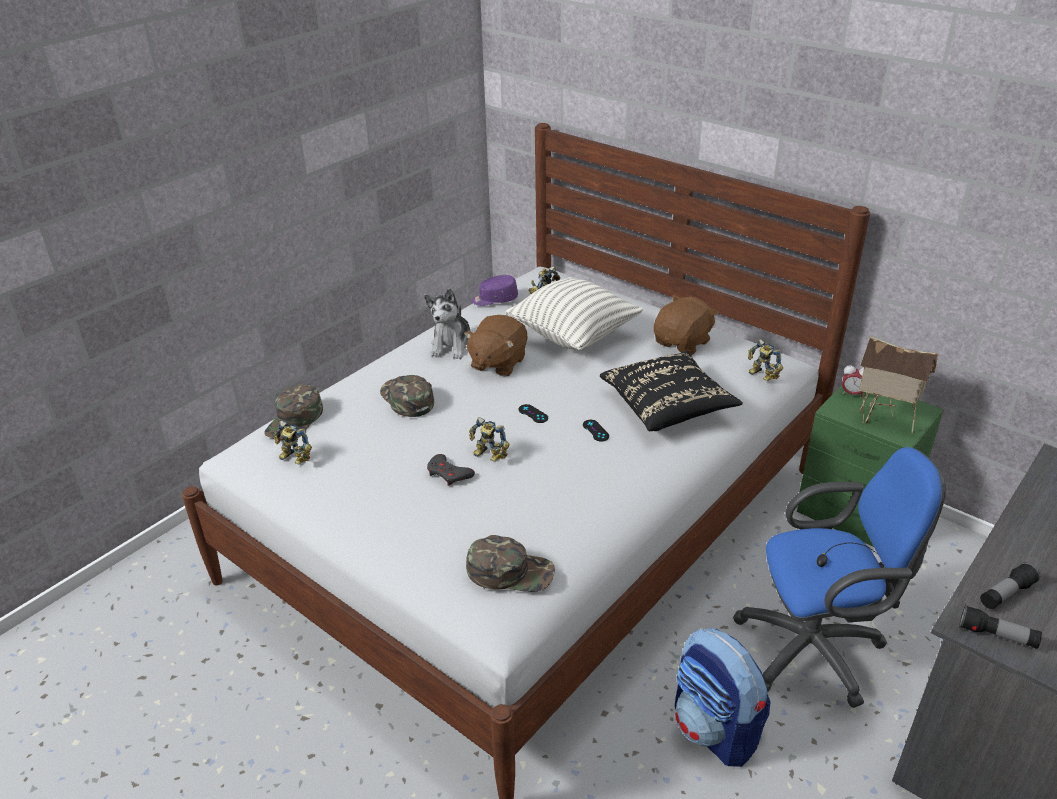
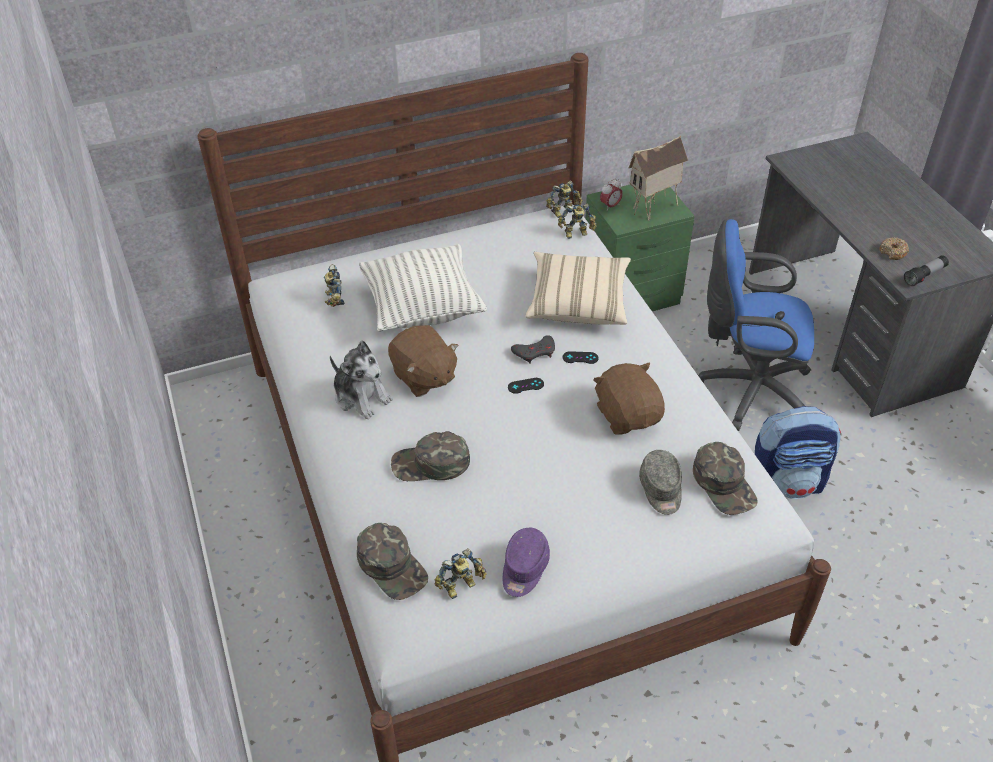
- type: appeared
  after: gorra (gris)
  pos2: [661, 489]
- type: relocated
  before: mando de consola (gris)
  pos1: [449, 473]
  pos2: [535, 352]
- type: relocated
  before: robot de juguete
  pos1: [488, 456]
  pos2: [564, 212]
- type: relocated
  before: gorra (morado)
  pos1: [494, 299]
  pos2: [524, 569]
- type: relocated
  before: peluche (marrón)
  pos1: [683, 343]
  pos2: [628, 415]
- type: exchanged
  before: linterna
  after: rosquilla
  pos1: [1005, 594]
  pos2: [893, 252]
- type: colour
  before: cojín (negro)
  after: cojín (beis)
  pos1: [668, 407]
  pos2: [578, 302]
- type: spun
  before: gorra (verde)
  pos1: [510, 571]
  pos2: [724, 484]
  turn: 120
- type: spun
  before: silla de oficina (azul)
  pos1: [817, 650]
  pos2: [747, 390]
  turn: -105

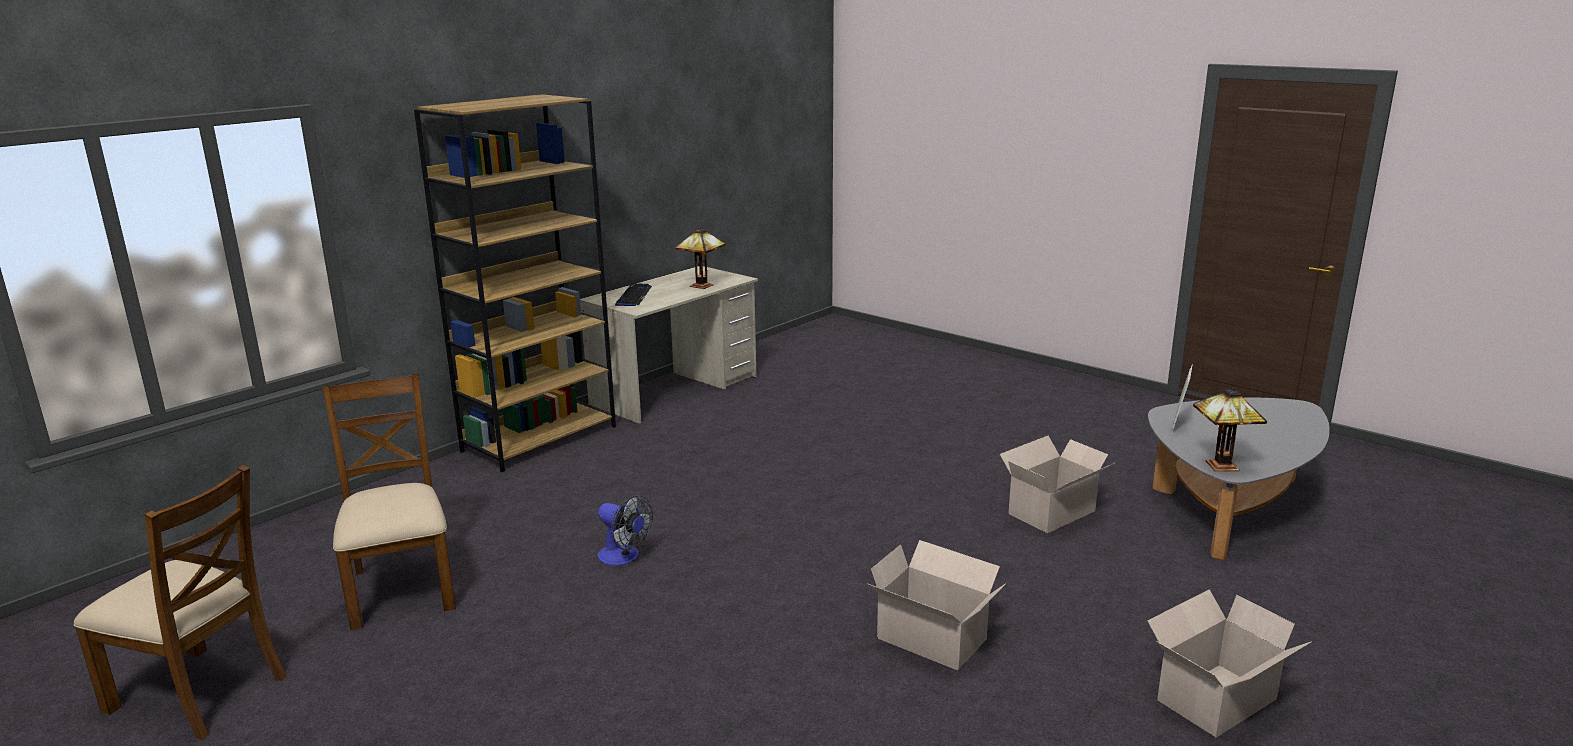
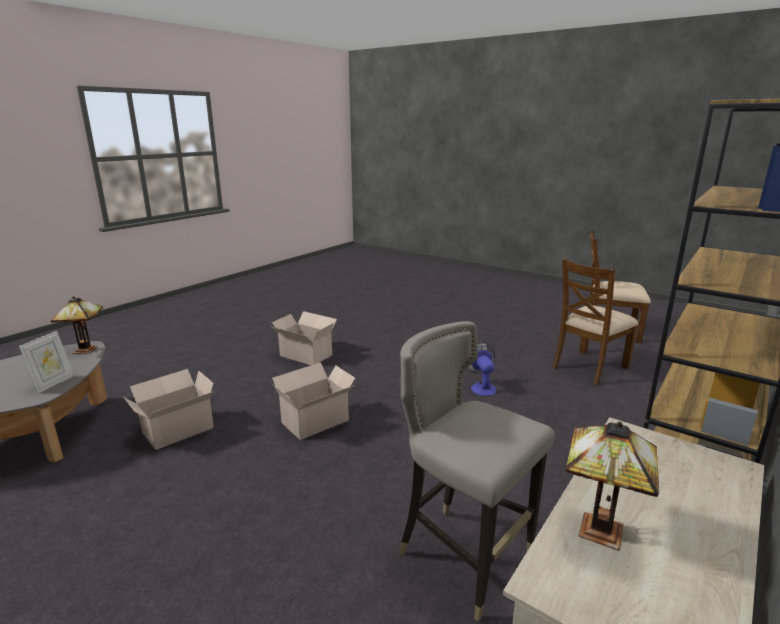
- type: missing
  before: teclado
  pos1: [634, 296]
- type: appeared
  after: taburete (gris)
  pos2: [463, 556]
- type: relocated
  before: caja de cartón
  pos1: [1213, 700]
  pos2: [317, 421]
- type: spun
  before: silla (marrón)
  pos1: [402, 589]
  pos2: [589, 367]
  turn: 75
- type: spun
  before: ventilador
  pos1: [624, 557]
  pos2: [481, 387]
  turn: 45

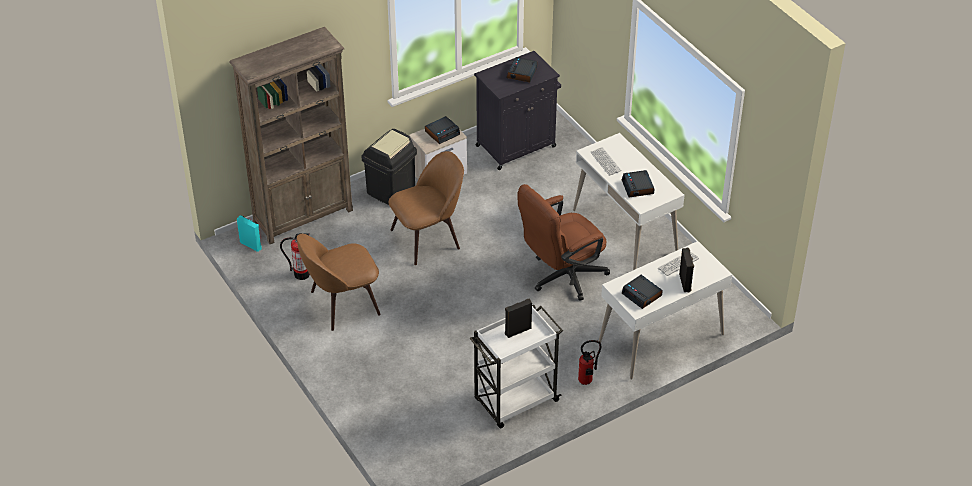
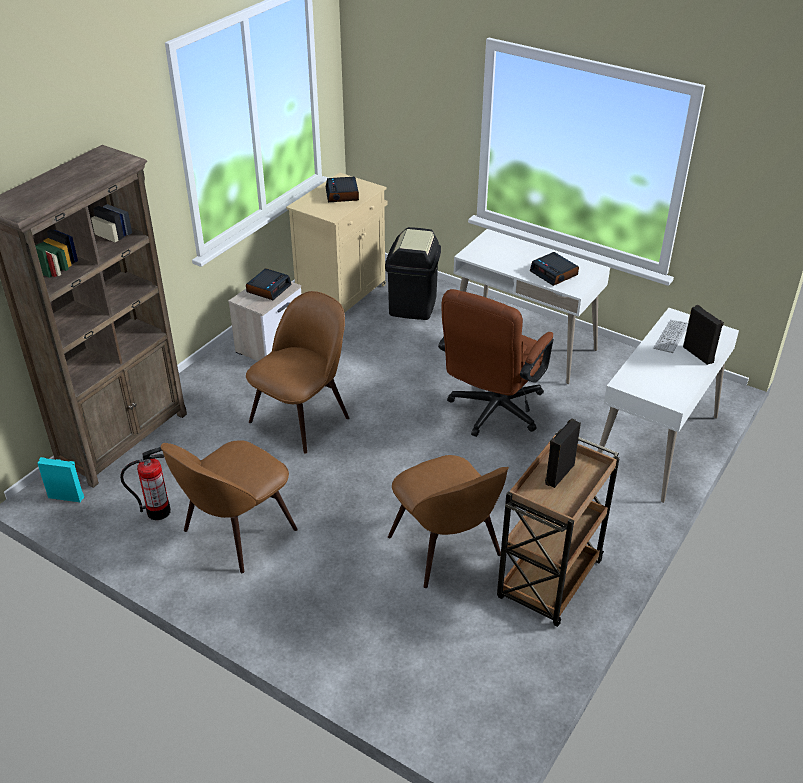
- type: missing
  before: extintor
  pos1: [587, 382]
- type: missing
  before: teclado
  pos1: [605, 162]
- type: missing
  before: despertador
  pos1: [642, 295]
- type: appeared
  after: silla (marrón)
  pos2: [446, 549]
- type: relocated
  before: papelera (negro)
  pos1: [391, 190]
  pos2: [413, 306]
- type: colour
  before: carrito (blanco)
  after: carrito (marrón)
  pos1: [515, 401]
  pos2: [549, 582]
- type: colour
  before: armario (negro)
  after: armario (beis)
  pos1: [517, 146]
  pos2: [342, 295]

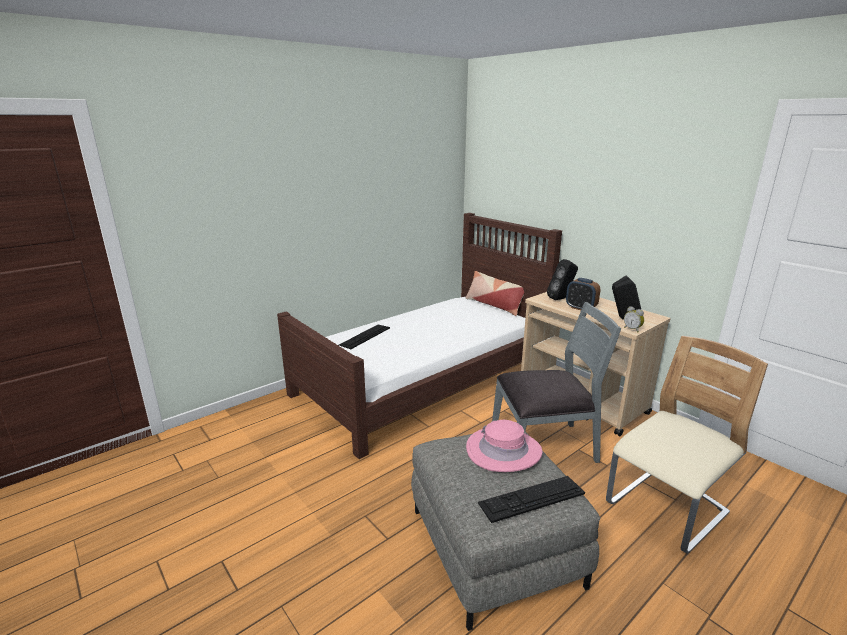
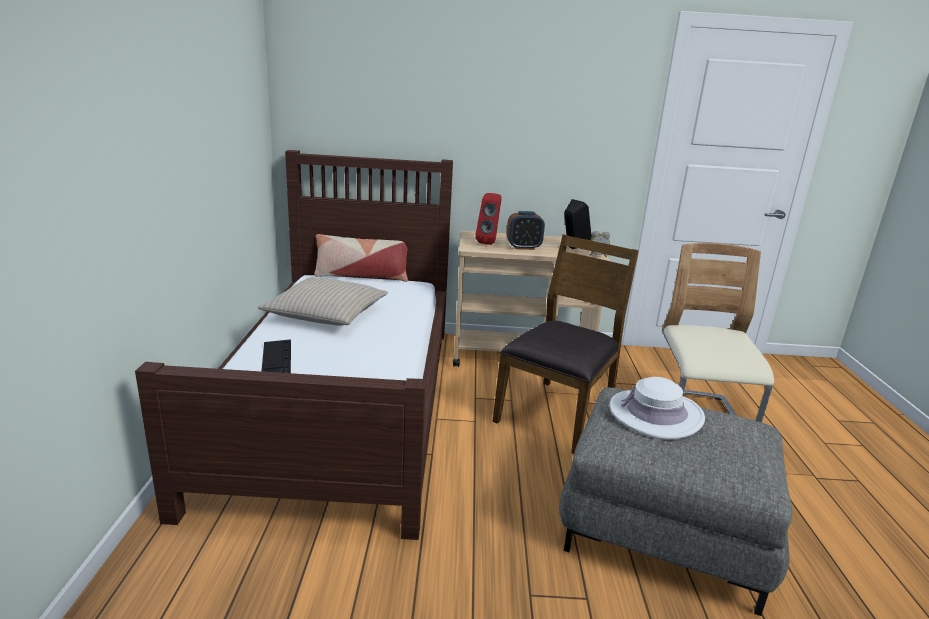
- type: missing
  before: teclado
  pos1: [531, 498]
- type: appeared
  after: cojín (beis)
  pos2: [326, 314]
- type: colour
  before: sombrero (rosa)
  after: sombrero (blanco)
  pos1: [503, 450]
  pos2: [655, 414]
- type: colour
  before: silla (gris)
  after: silla (marrón)
  pos1: [544, 446]
  pos2: [557, 413]
- type: colour
  before: altavoz (negro)
  after: altavoz (rojo)
  pos1: [561, 299]
  pos2: [489, 242]

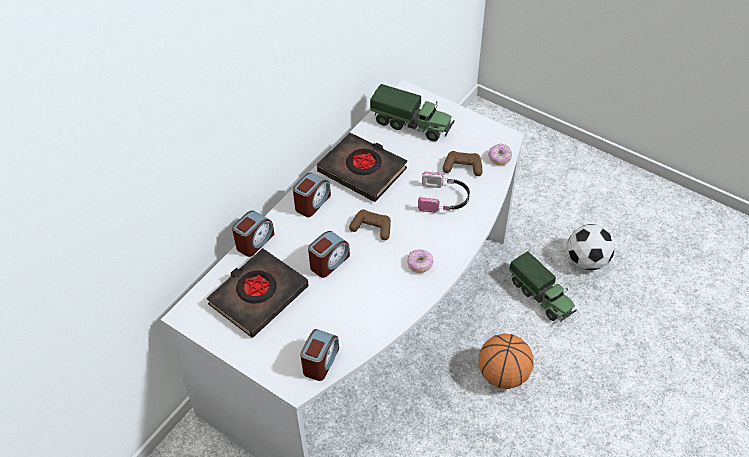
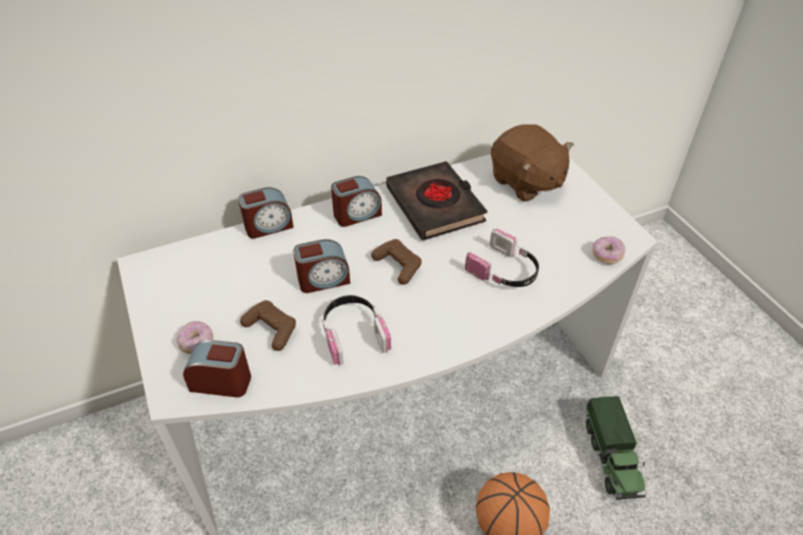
- type: missing
  before: libro (negro)
  pos1: [258, 296]
- type: missing
  before: balón de fútbol
  pos1: [586, 261]
- type: appeared
  after: auriculares
  pos2: [353, 333]
- type: relocated
  before: rosquilla
  pos1: [420, 264]
  pos2: [197, 343]
- type: relocated
  before: mando de consola (marrón)
  pos1: [462, 167]
  pos2: [271, 329]
- type: exchanged
  before: camión de juguete
  after: peluche (marrón)
  pos1: [412, 125]
  pos2: [526, 182]
- type: spun
  before: despertador
  pos1: [320, 361]
  pos2: [221, 381]
  turn: -135

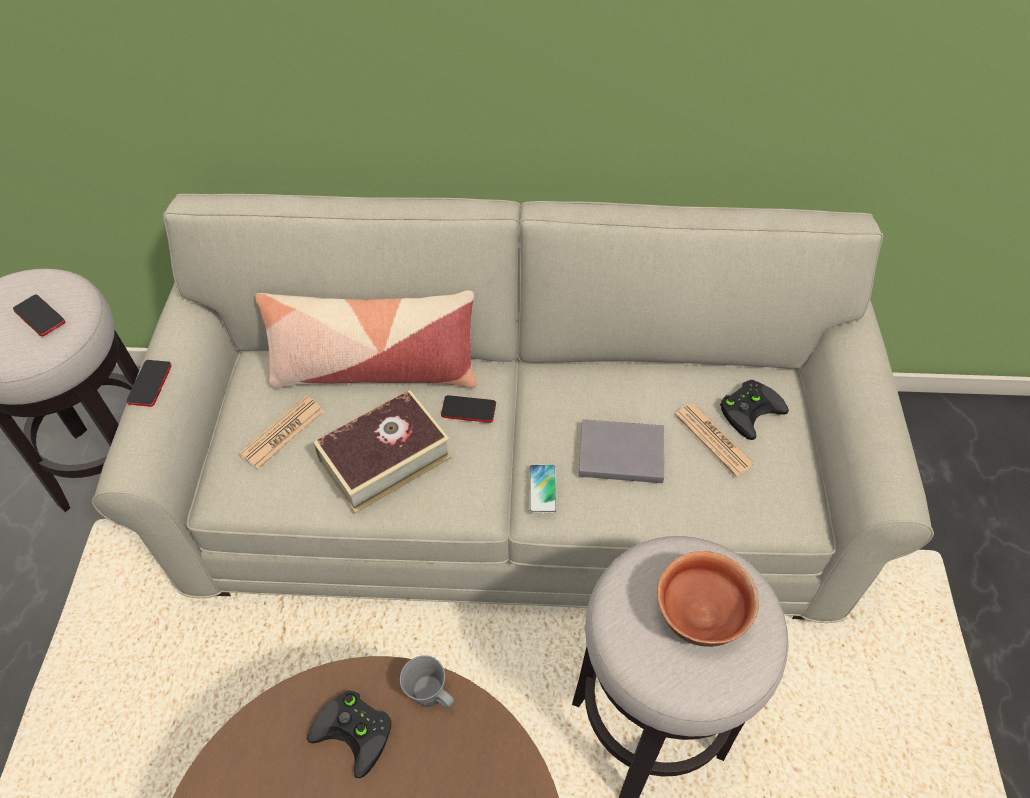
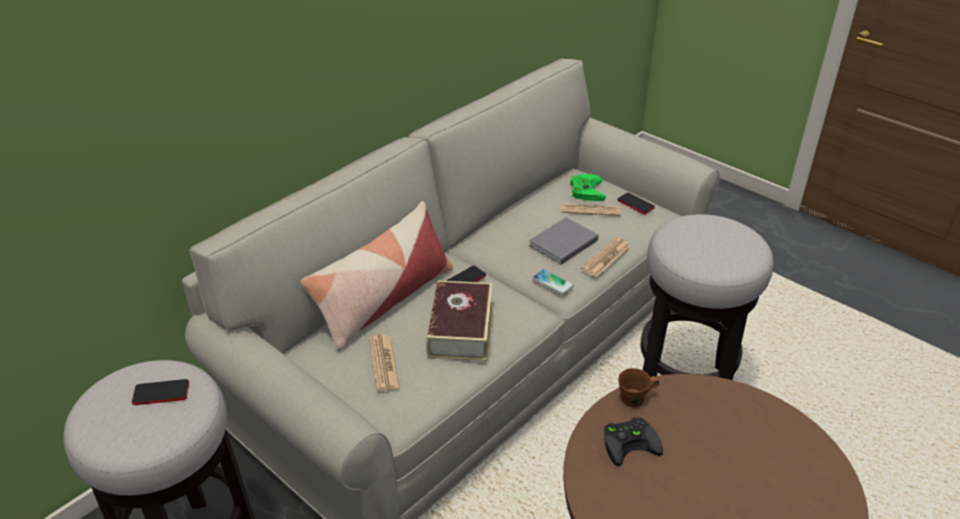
- type: missing
  before: cuenco
  pos1: [700, 616]
- type: appeared
  after: periódico
  pos2: [606, 258]
- type: relocated
  before: móvil
  pos1: [150, 384]
  pos2: [635, 204]
- type: colour
  before: taza grande (gris)
  after: taza grande (marrón)
  pos1: [429, 694]
  pos2: [634, 399]
- type: colour
  before: mando de consola (negro)
  after: mando de consola (verde)
  pos1: [750, 408]
  pos2: [585, 189]

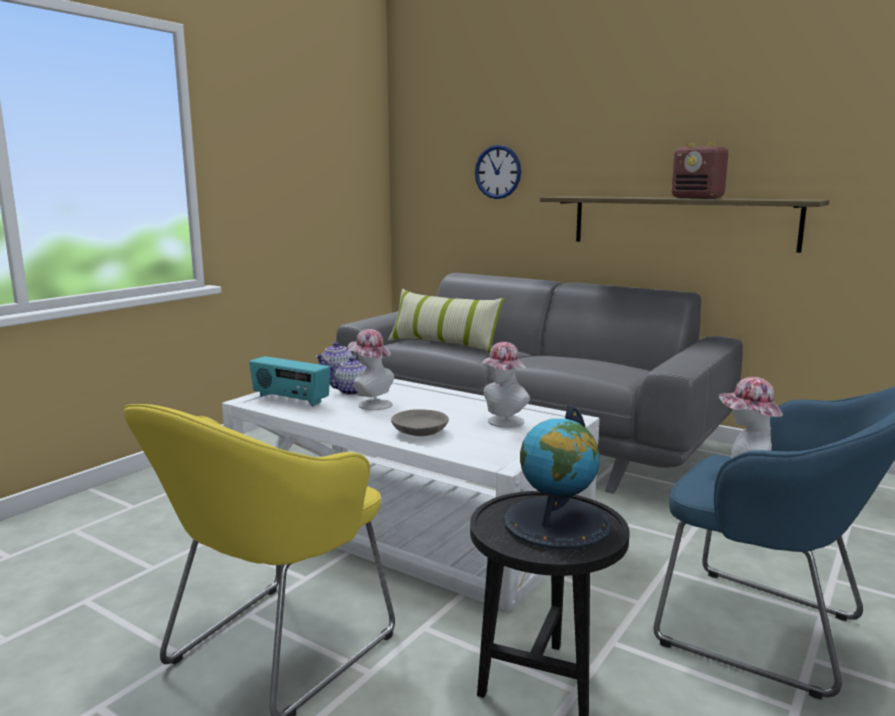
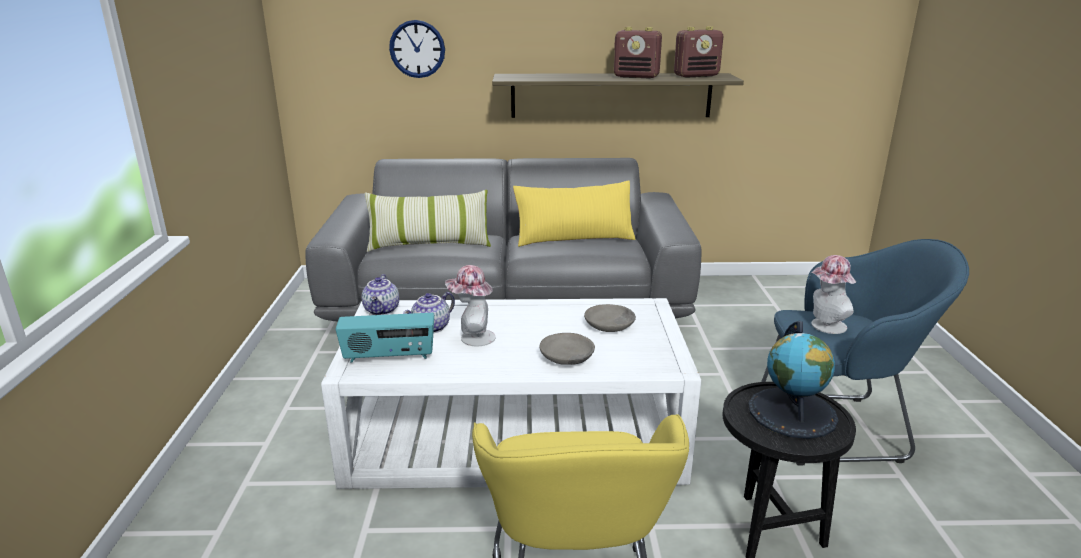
- type: appeared
  after: cojín (amarillo)
  pos2: [574, 238]
- type: appeared
  after: radio
  pos2: [696, 76]
- type: exchanged
  before: sombrero
  after: cuenco (gris)
  pos1: [502, 423]
  pos2: [610, 325]

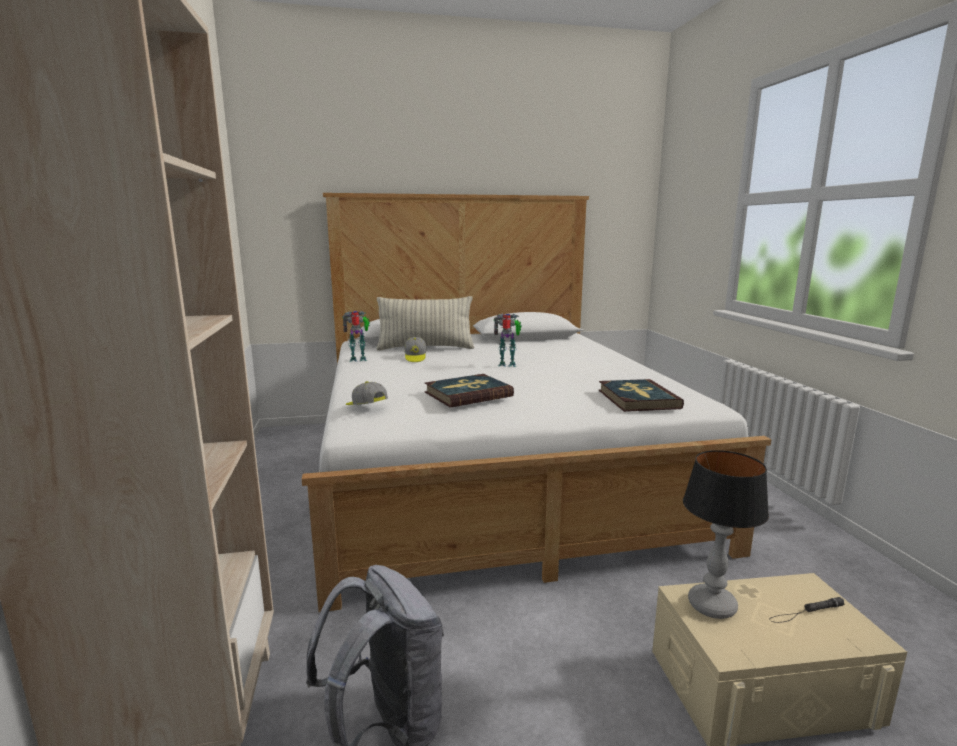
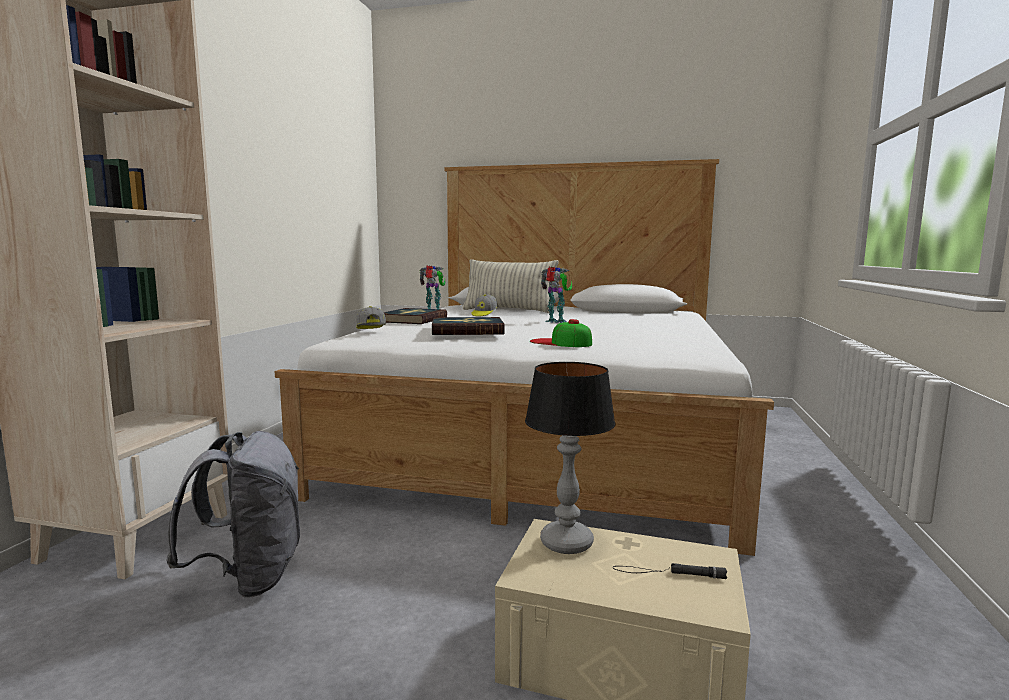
- type: appeared
  after: gorra
  pos2: [560, 343]
- type: relocated
  before: libro
  pos1: [637, 399]
  pos2: [413, 319]

